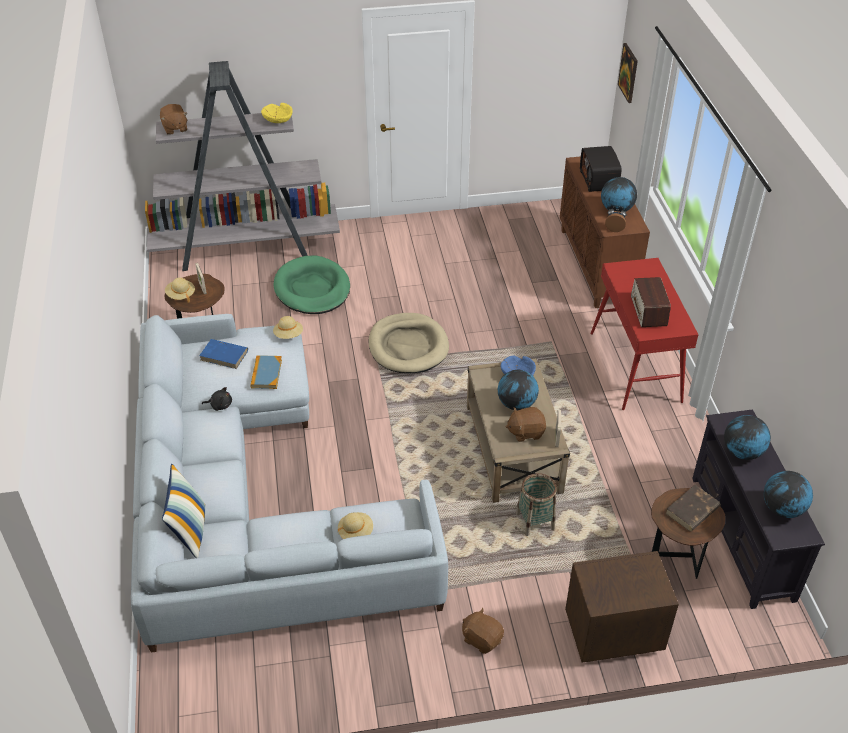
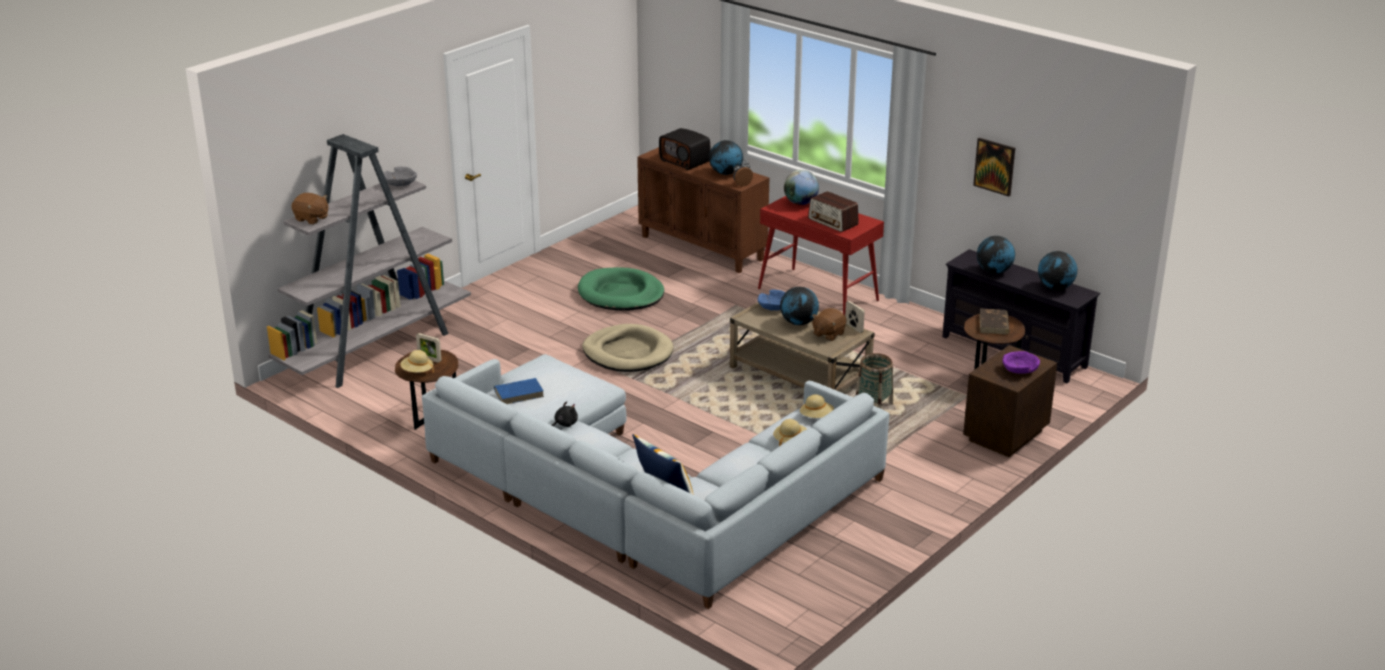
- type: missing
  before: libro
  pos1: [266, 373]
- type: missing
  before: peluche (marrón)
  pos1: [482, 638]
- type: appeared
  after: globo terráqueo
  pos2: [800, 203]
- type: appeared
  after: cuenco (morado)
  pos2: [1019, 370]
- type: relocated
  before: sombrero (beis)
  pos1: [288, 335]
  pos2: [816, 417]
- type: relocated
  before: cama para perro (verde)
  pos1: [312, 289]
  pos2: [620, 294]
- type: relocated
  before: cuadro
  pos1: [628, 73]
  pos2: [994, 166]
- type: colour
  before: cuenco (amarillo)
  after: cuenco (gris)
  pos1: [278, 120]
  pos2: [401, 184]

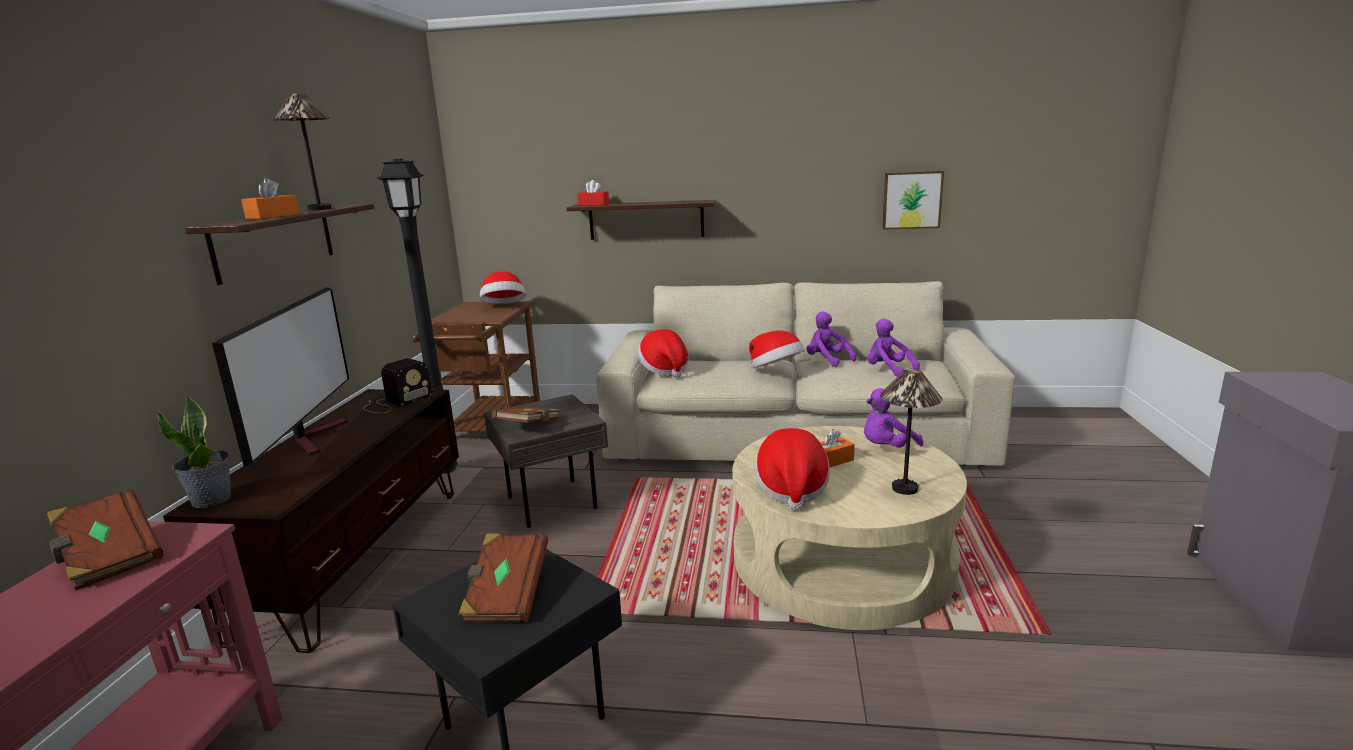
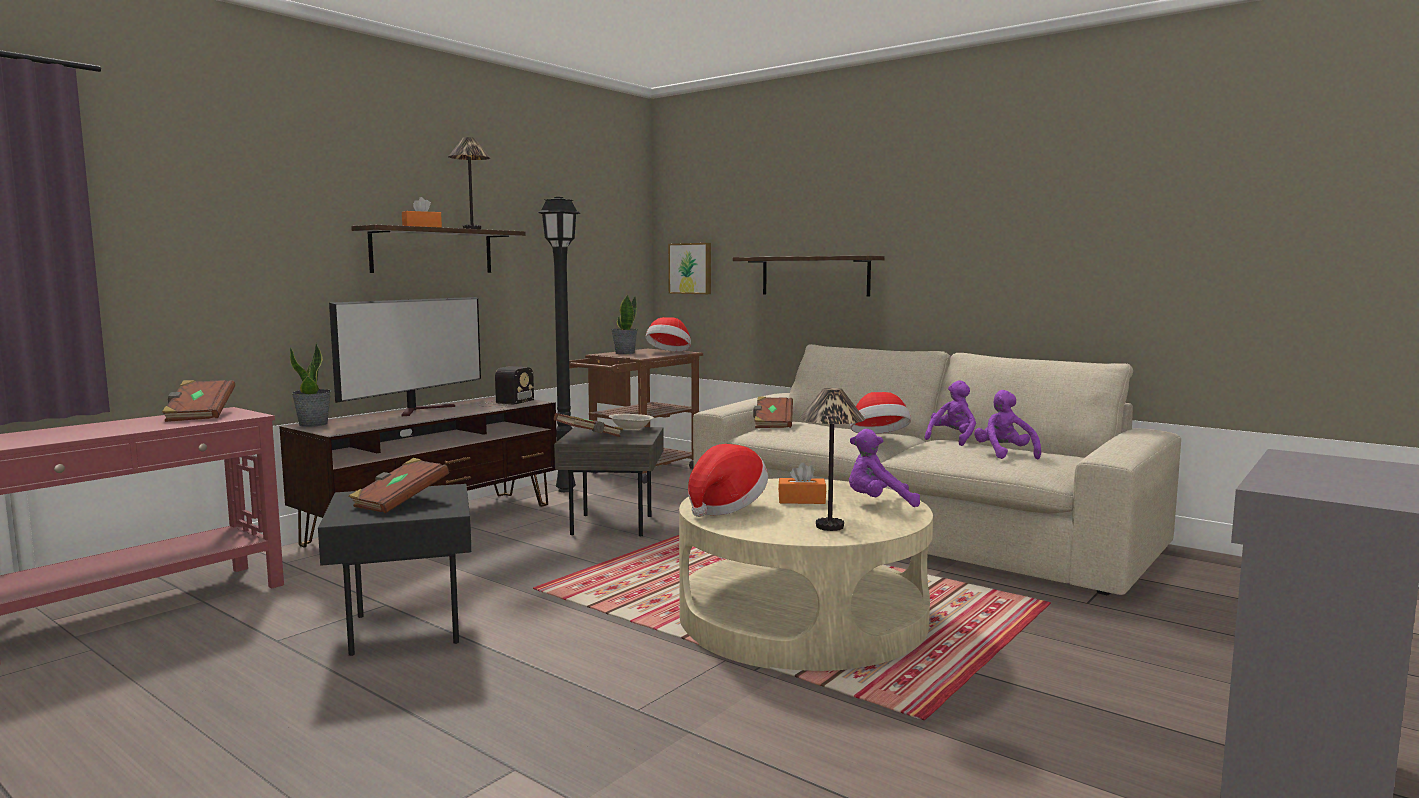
- type: missing
  before: caja de pañuelos (rojo)
  pos1: [593, 204]
- type: appeared
  after: cuenco (beis)
  pos2: [631, 429]
- type: appeared
  after: planta en maceta
  pos2: [624, 353]
- type: relocated
  before: cuadro
  pos1: [911, 200]
  pos2: [691, 268]
- type: exchanged
  before: sombrero
  after: libro (marrón)
  pos1: [664, 370]
  pos2: [772, 424]
- type: spun
  before: radio
  pos1: [395, 402]
  pos2: [505, 403]
  turn: -45
- type: spun
  before: peluche (morado)
  pos1: [827, 360]
  pos2: [952, 439]
  turn: 45

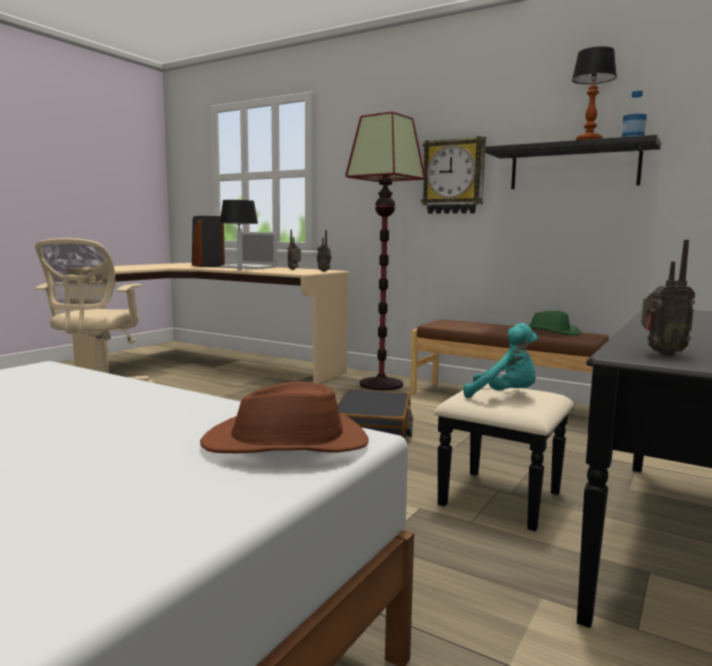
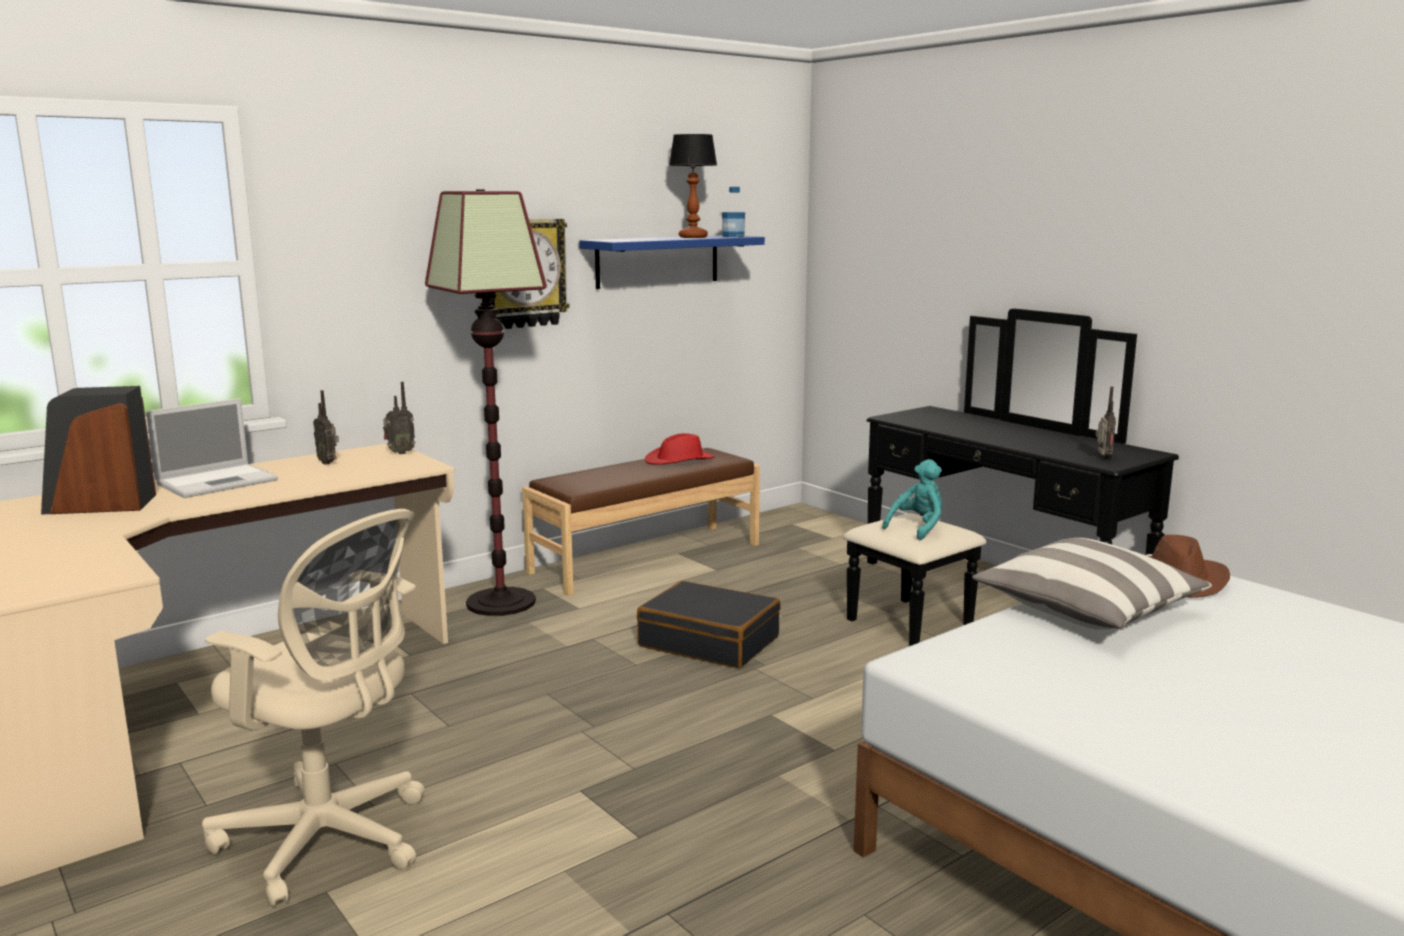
- type: missing
  before: lámpara de mesa (negro)
  pos1: [239, 270]
- type: appeared
  after: cojín
  pos2: [1088, 610]
- type: colour
  before: estante (negro)
  after: estante (azul)
  pos1: [573, 167]
  pos2: [658, 261]
- type: colour
  before: sombrero (verde)
  after: sombrero (rojo)
  pos1: [548, 332]
  pos2: [680, 460]

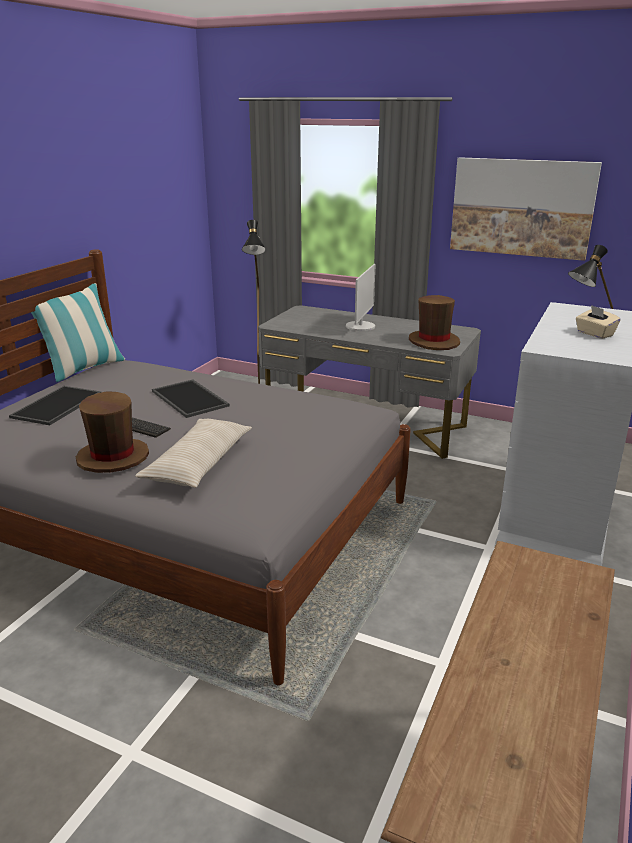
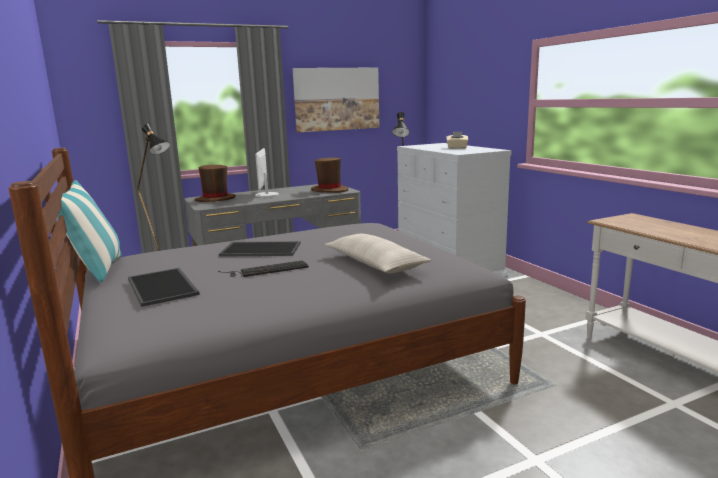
- type: relocated
  before: sombrero (marrón)
  pos1: [113, 457]
  pos2: [215, 199]
- type: spun
  before: monitor
  pos1: [361, 326]
  pos2: [266, 195]
  turn: -150

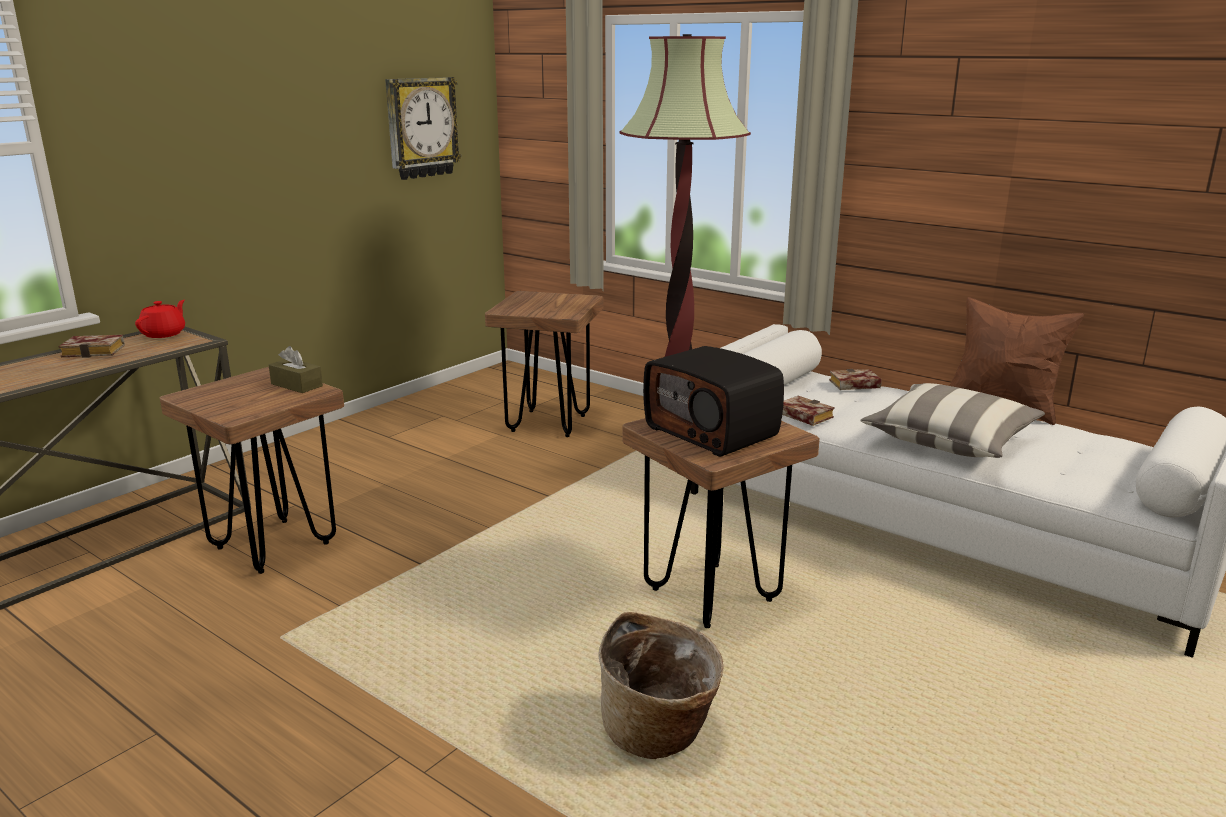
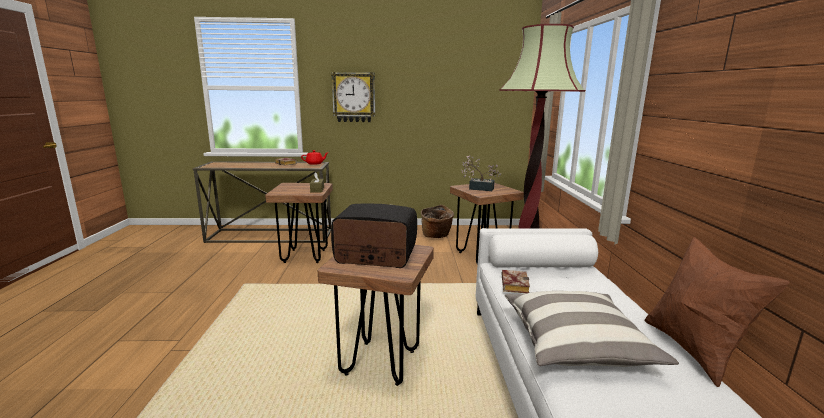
- type: missing
  before: libro
  pos1: [853, 385]
- type: appeared
  after: planta en maceta
  pos2: [478, 188]
- type: relocated
  before: reloj de pared
  pos1: [421, 127]
  pos2: [354, 97]
- type: relocated
  before: cesta
  pos1: [659, 732]
  pos2: [436, 236]
- type: spun
  before: radio
  pos1: [713, 431]
  pos2: [375, 256]
  turn: 90

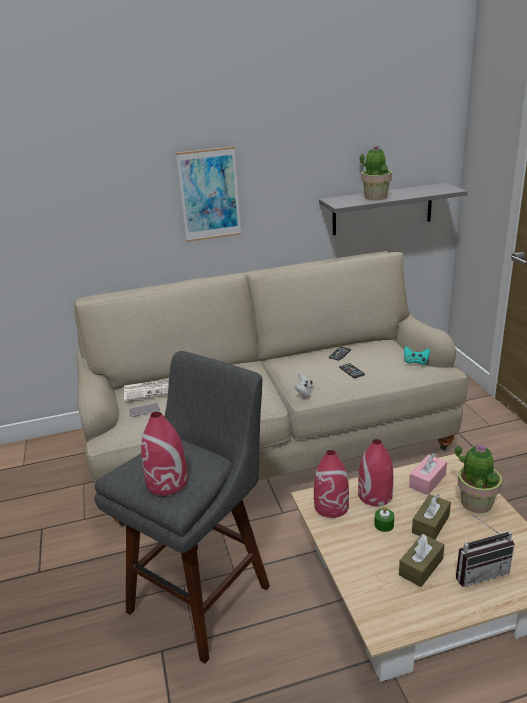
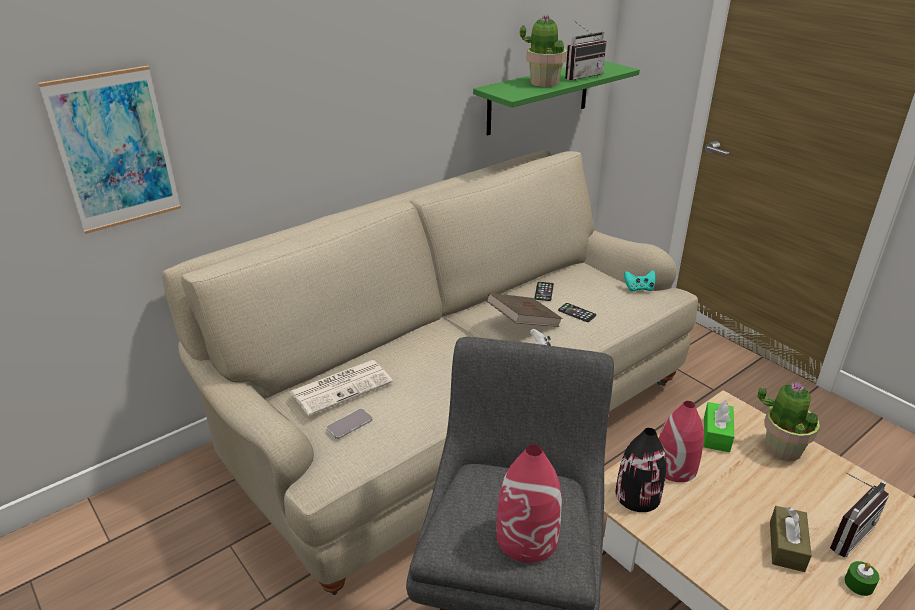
- type: missing
  before: caja de pañuelos (marrón)
  pos1: [430, 524]
- type: appeared
  after: libro (marrón)
  pos2: [523, 323]
- type: appeared
  after: radio
  pos2: [581, 76]
- type: relocated
  before: cuadro
  pos1: [209, 194]
  pos2: [115, 150]
- type: relocated
  before: vela (verde)
  pos1: [384, 524]
  pos2: [859, 584]
- type: colour
  before: florero (rojo)
  after: florero (negro)
  pos1: [331, 506]
  pos2: [638, 495]
- type: colour
  before: estante (gris)
  after: estante (verde)
  pos1: [382, 209]
  pos2: [538, 97]
- type: colour
  before: caja de pañuelos (rosa)
  after: caja de pañuelos (verde)
  pos1: [427, 481]
  pos2: [716, 434]

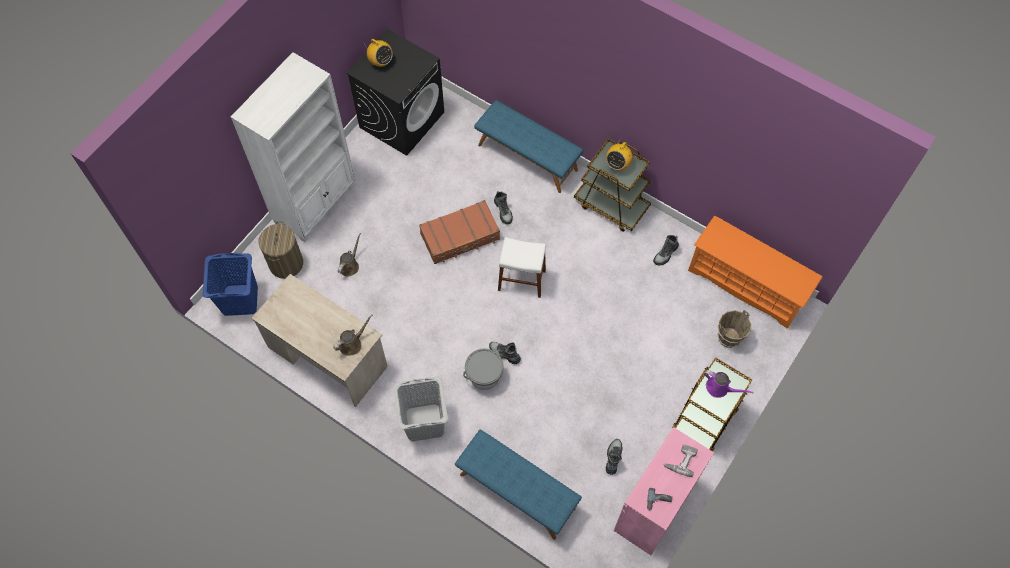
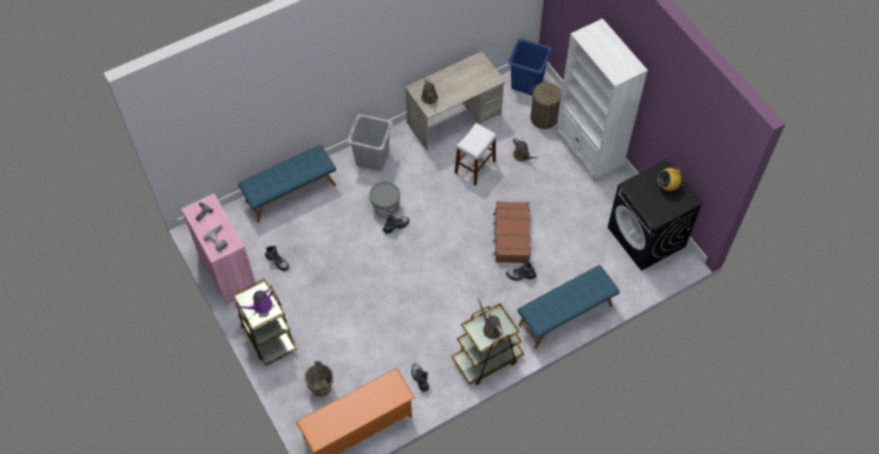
- type: relocated
  before: taburete (blanco)
  pos1: [521, 280]
  pos2: [475, 167]
- type: exchanged
  before: radio
  after: regadera (marrón)
  pos1: [617, 164]
  pos2: [491, 328]

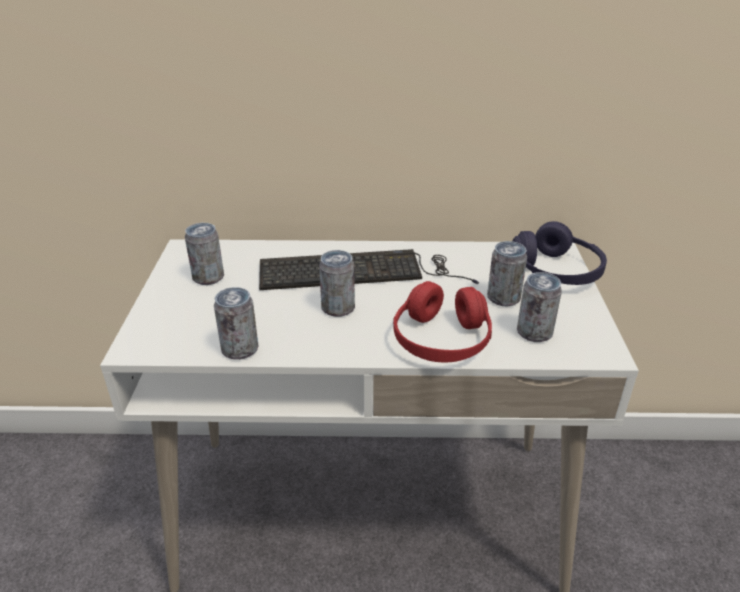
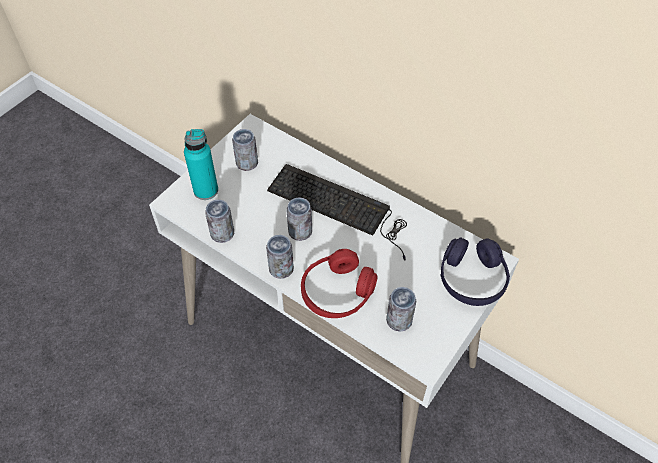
- type: appeared
  after: botella (turquesa)
  pos2: [206, 190]
- type: relocated
  before: lata
  pos1: [503, 298]
  pos2: [281, 269]

